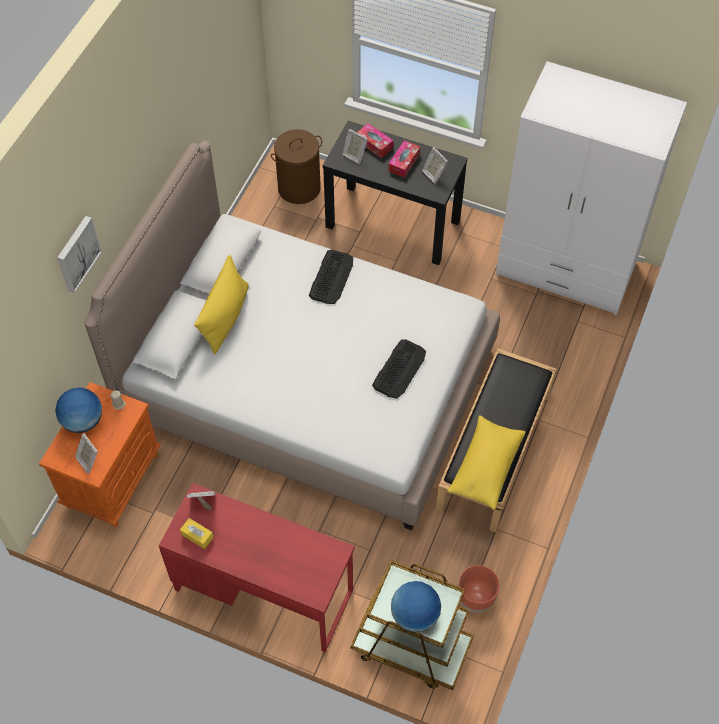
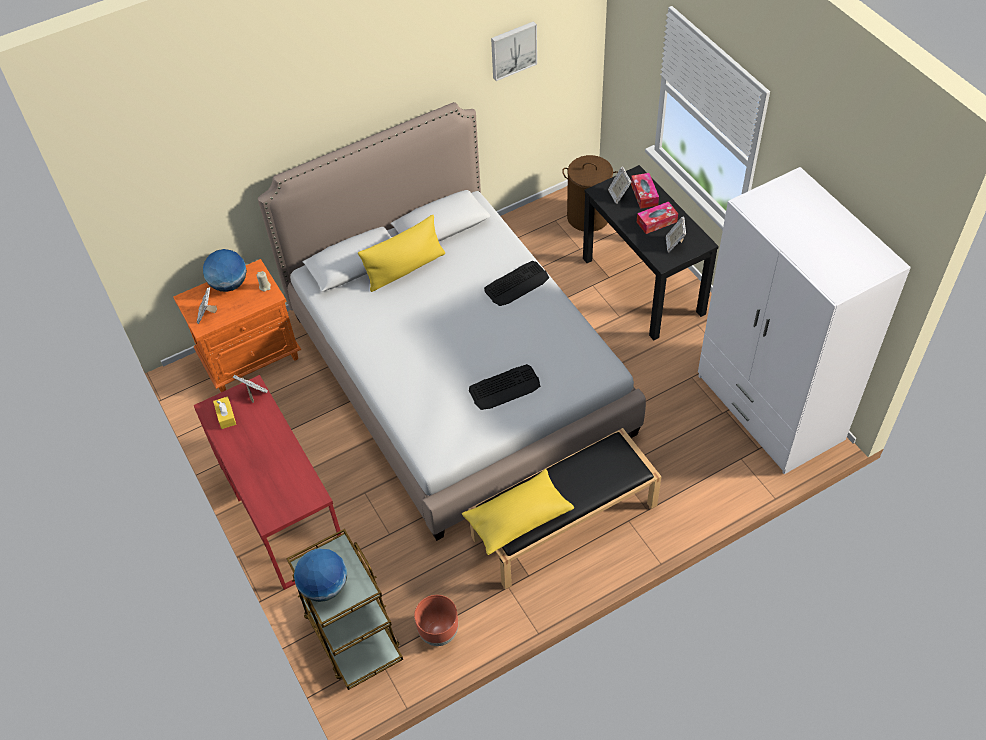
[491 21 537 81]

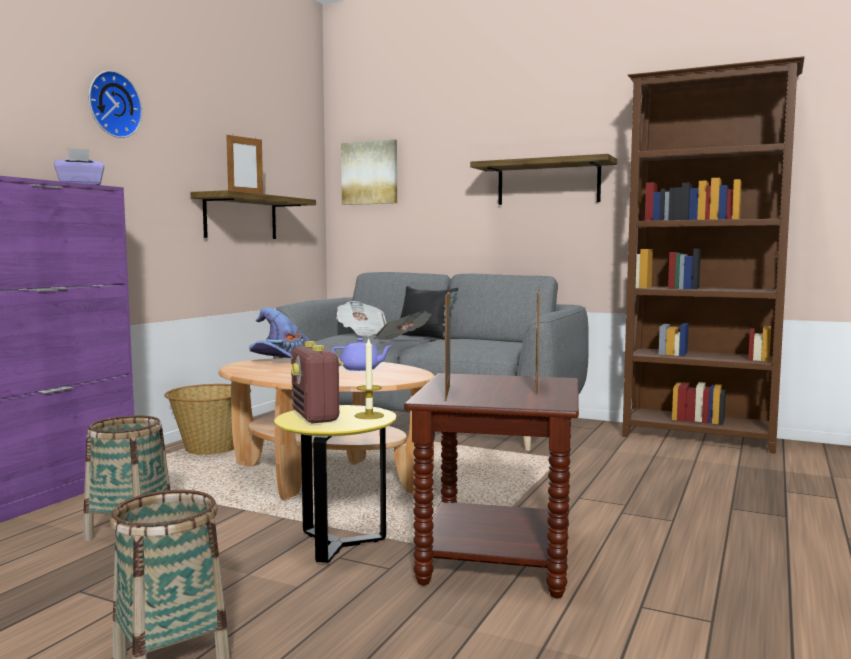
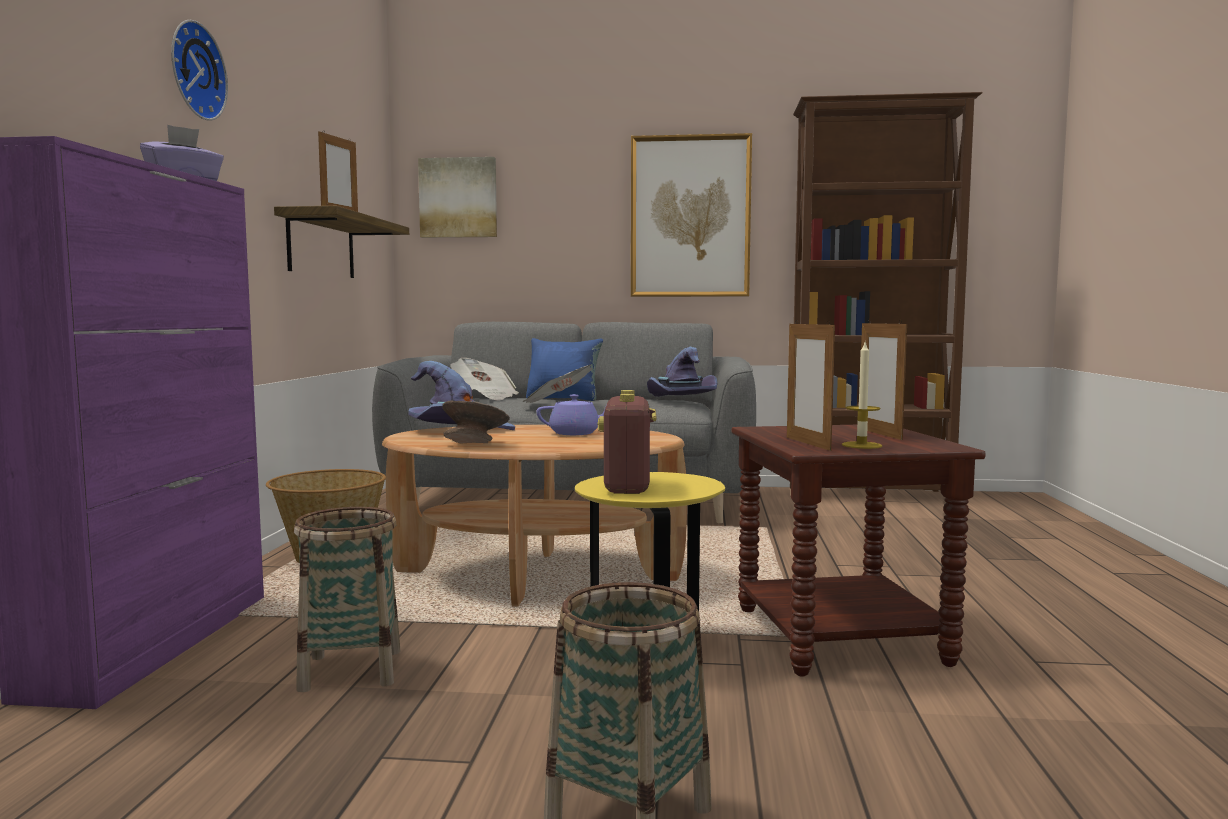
[442 401 510 444]
[526 338 603 401]
[598 390 657 494]
[631 133 752 297]
[647 347 717 397]
[842 340 882 449]

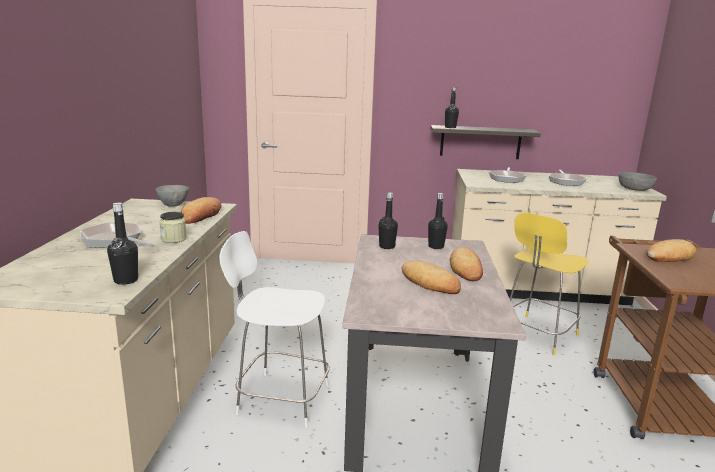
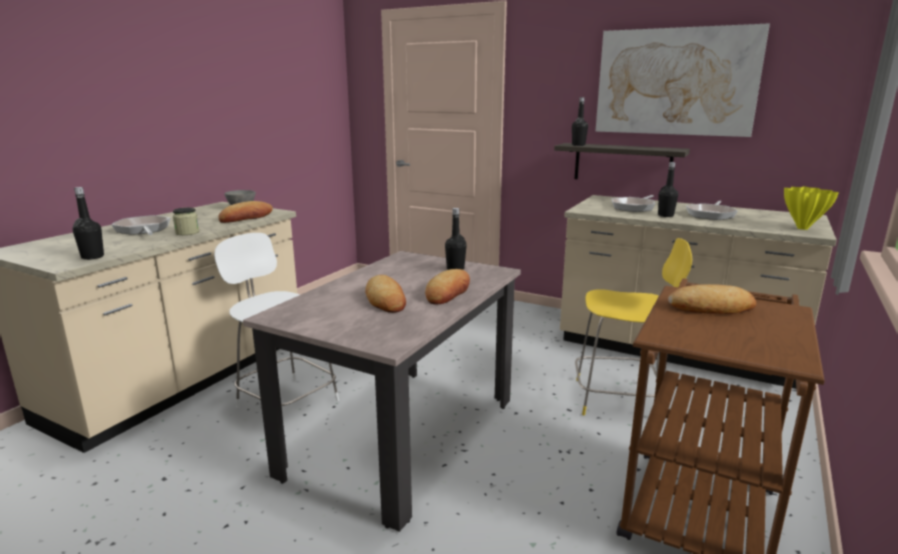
[575 238 692 416]
[595 23 770 137]
[658 162 678 217]
[784 186 839 230]

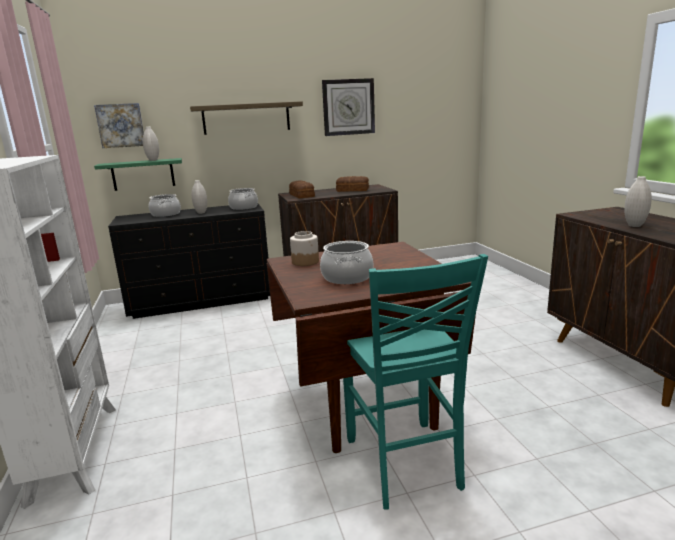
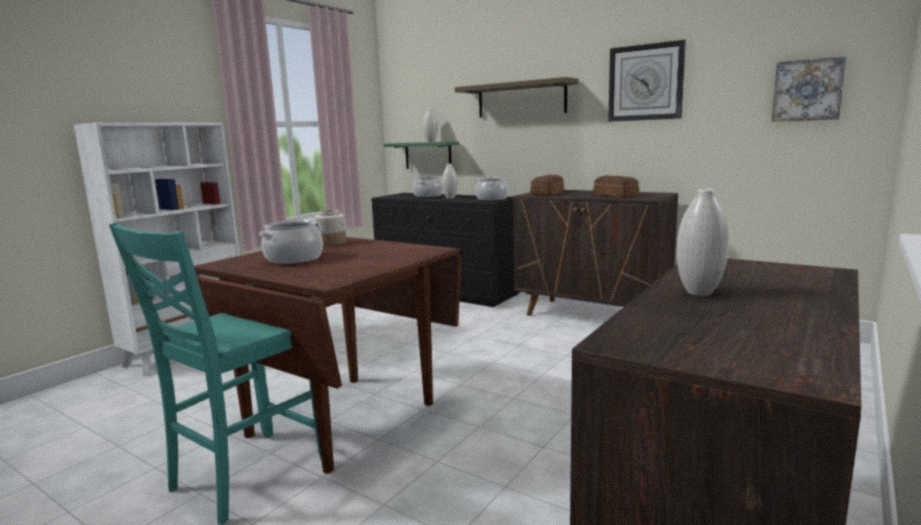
[772 56 846 122]

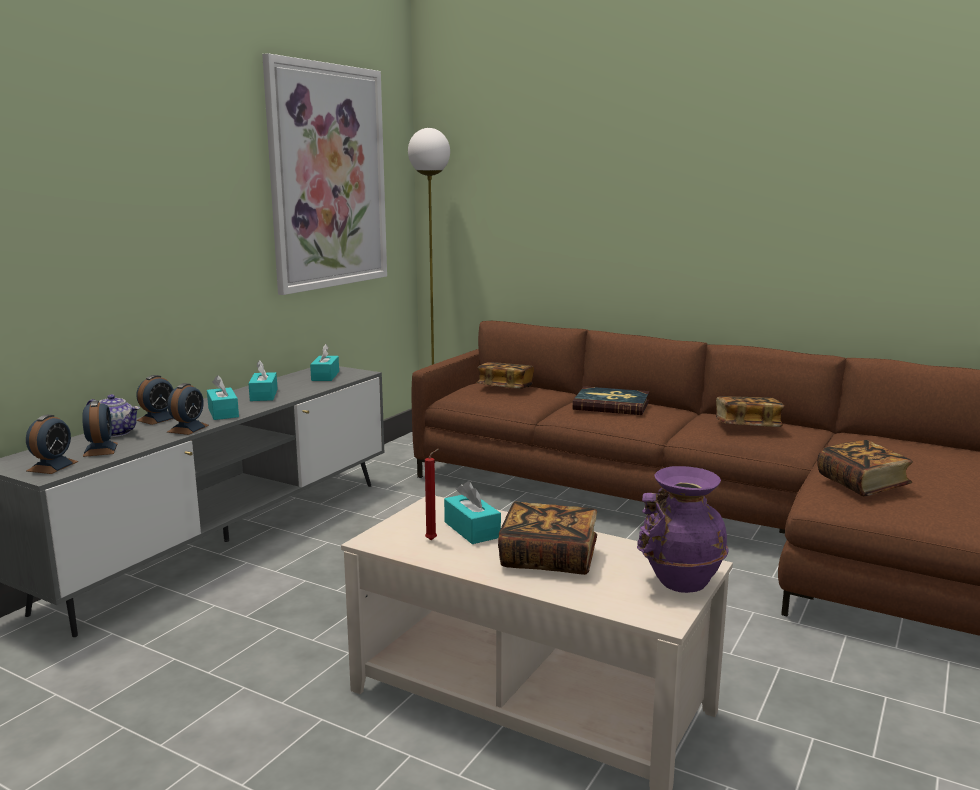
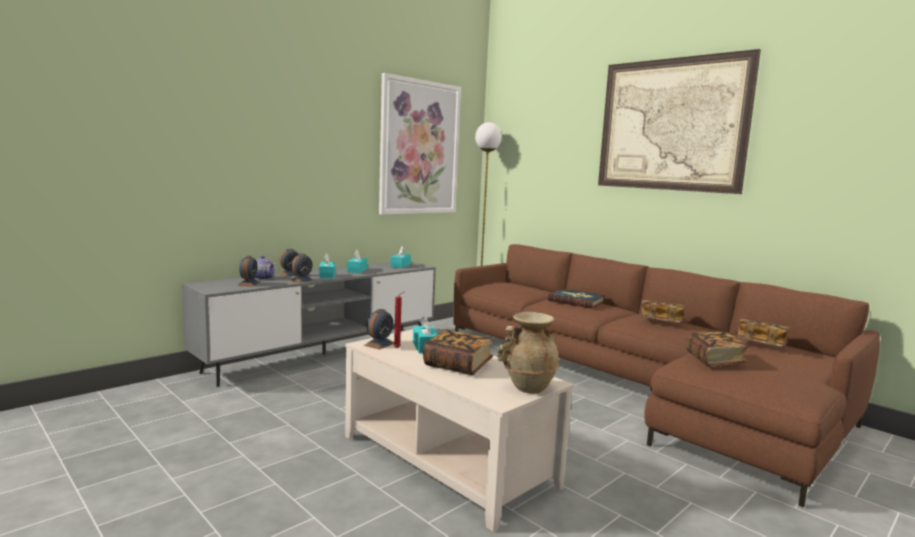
[364 309 394 350]
[497 312 559 394]
[598 49 761 194]
[735 319 790 347]

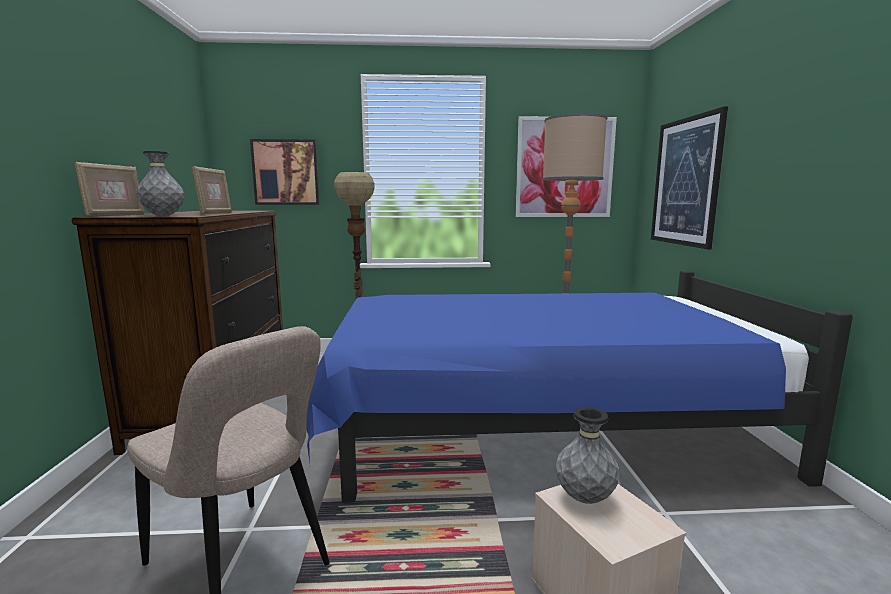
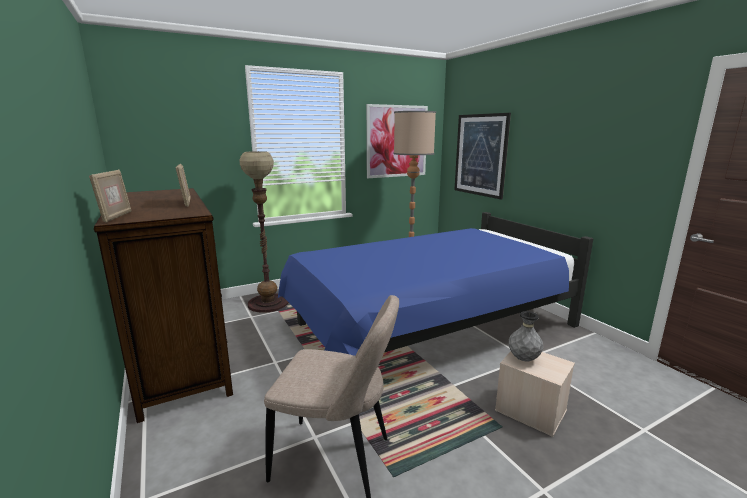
[136 151 184 216] (first image)
[250 139 320 205] (first image)

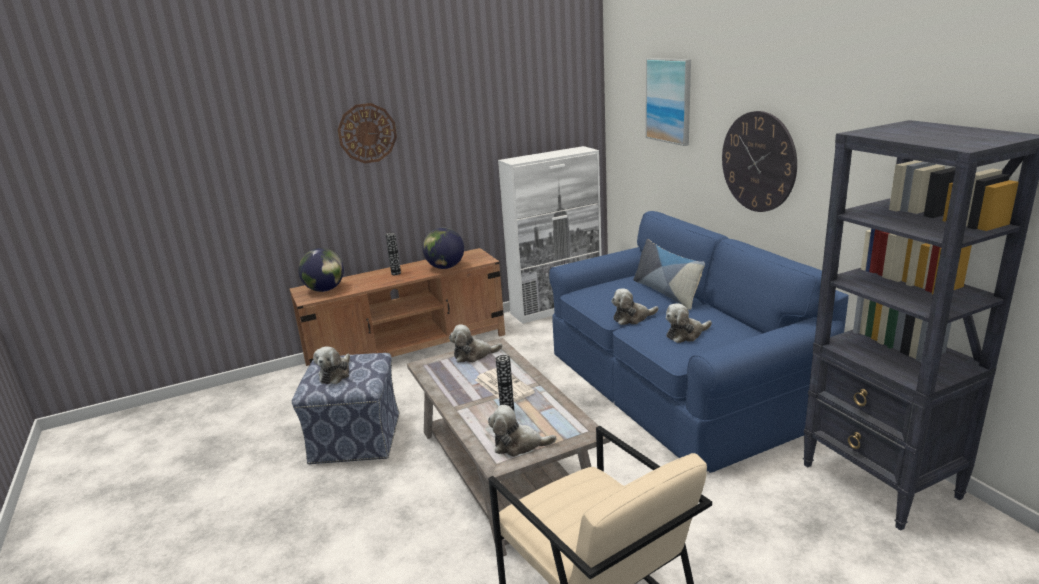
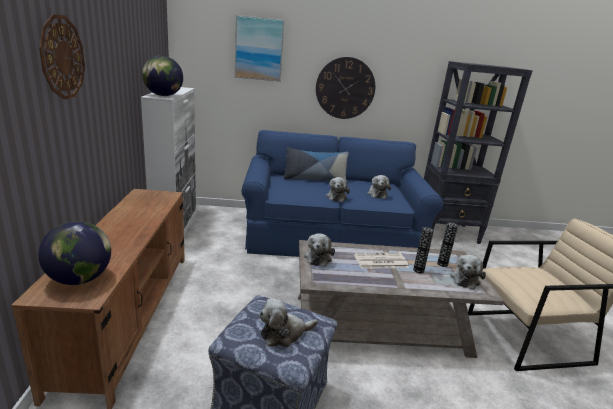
[142 55 183 96]
[259 298 318 347]
[437 222 458 267]

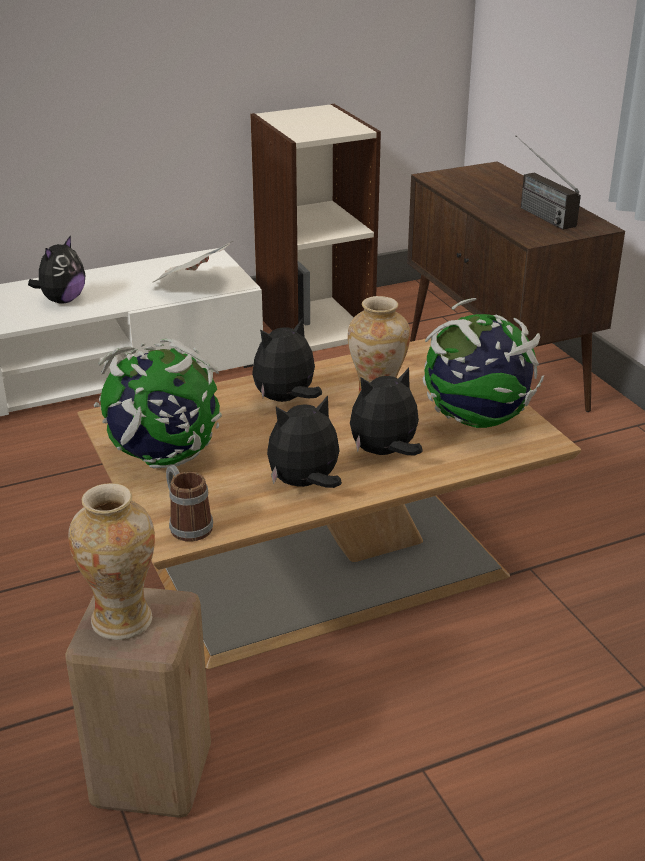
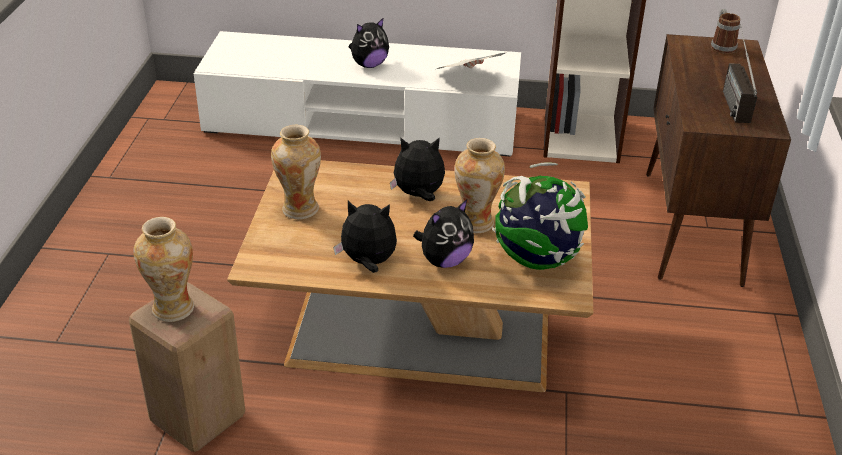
[271 125 321 219]
[413 200 474 268]
[711 9 740 54]

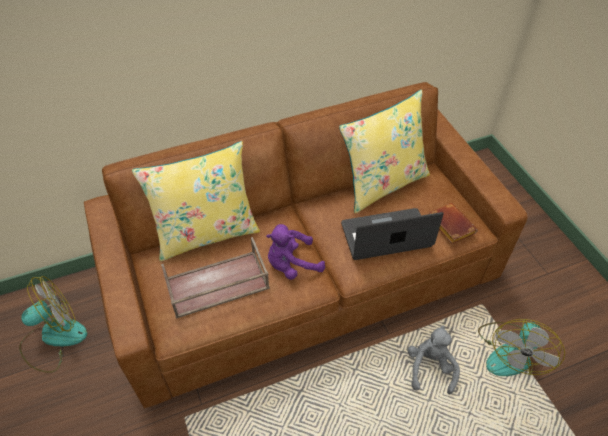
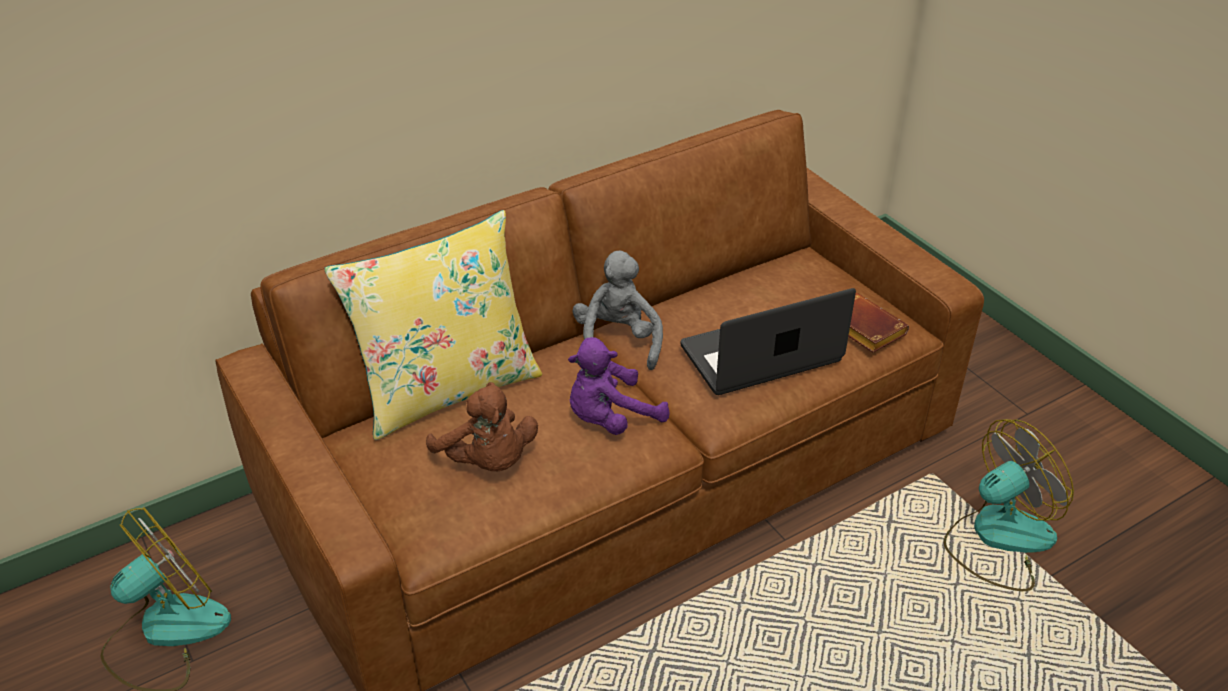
[426 382 538 471]
[573 251 663 370]
[943 419 1074 591]
[339 90 430 213] (first image)

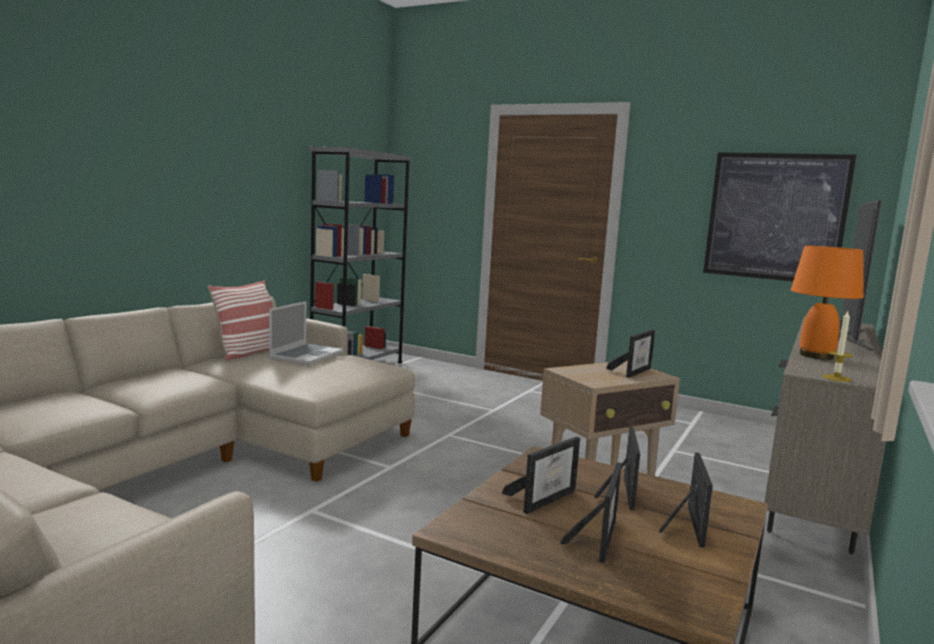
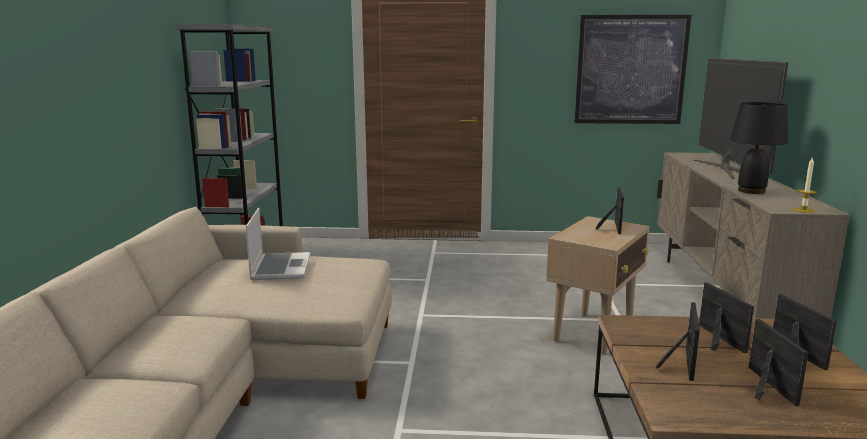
[730 102 788 194]
[208 280 273 361] (first image)

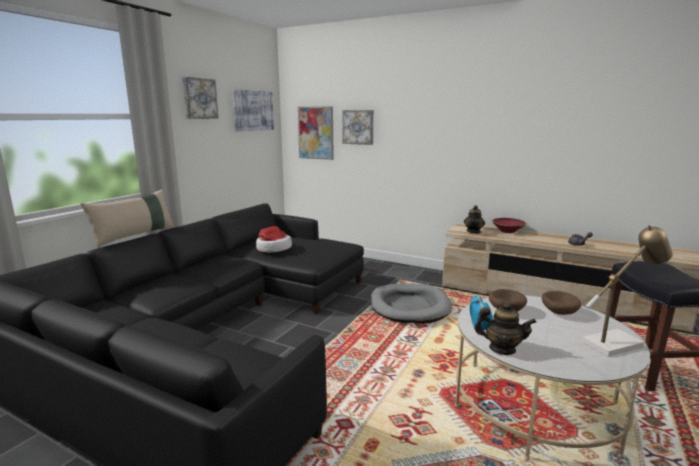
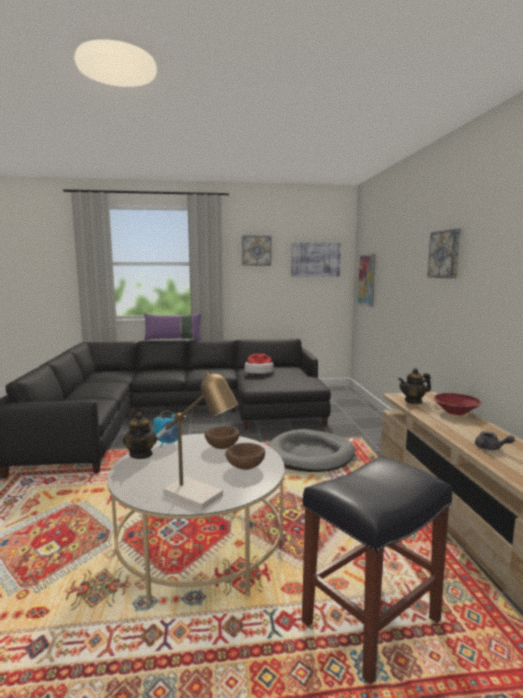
[144 313 202 341]
[427 228 461 278]

